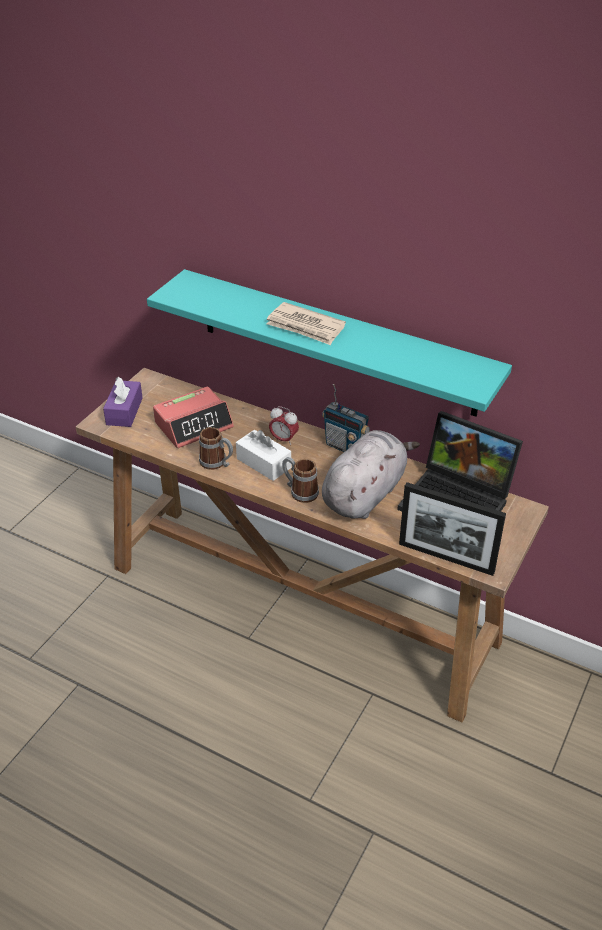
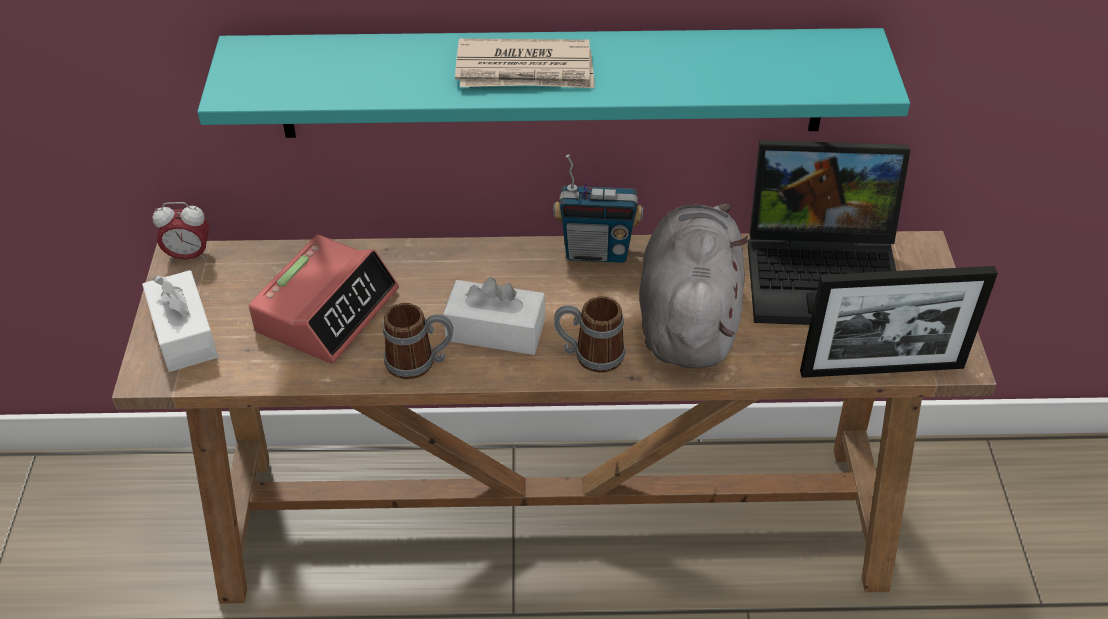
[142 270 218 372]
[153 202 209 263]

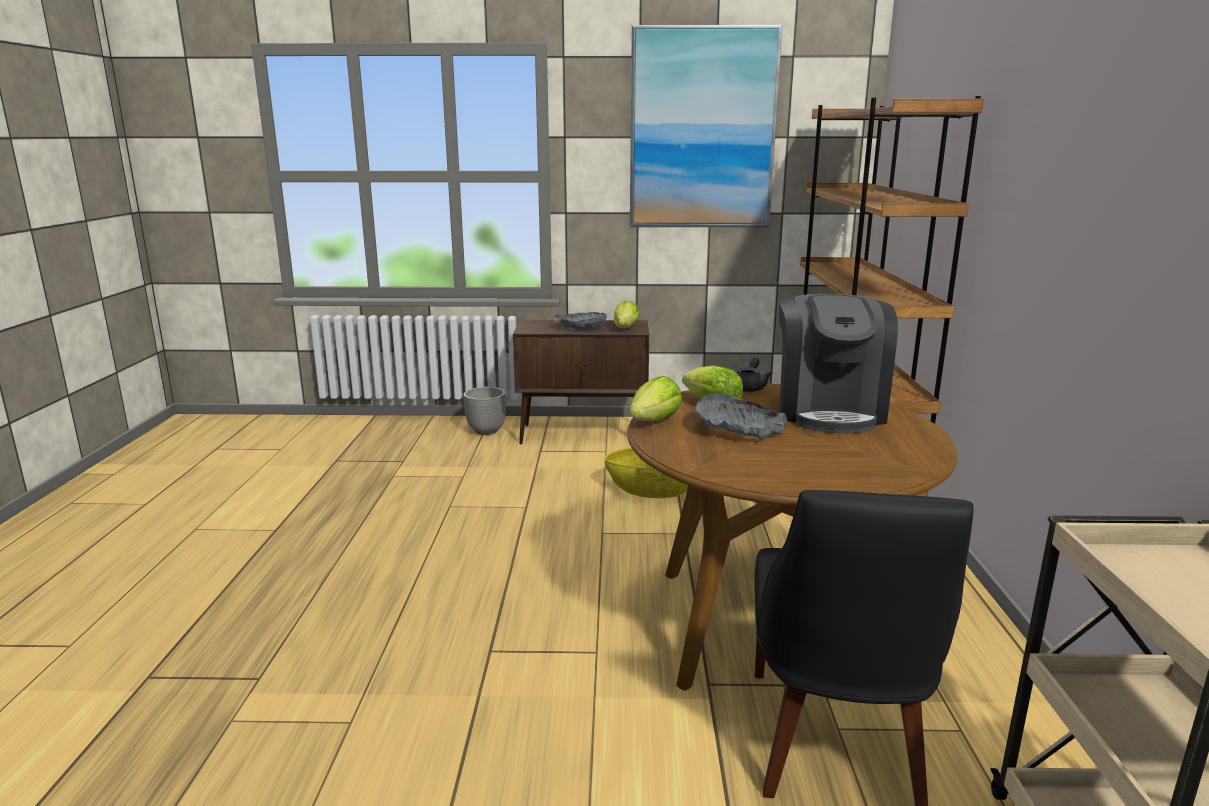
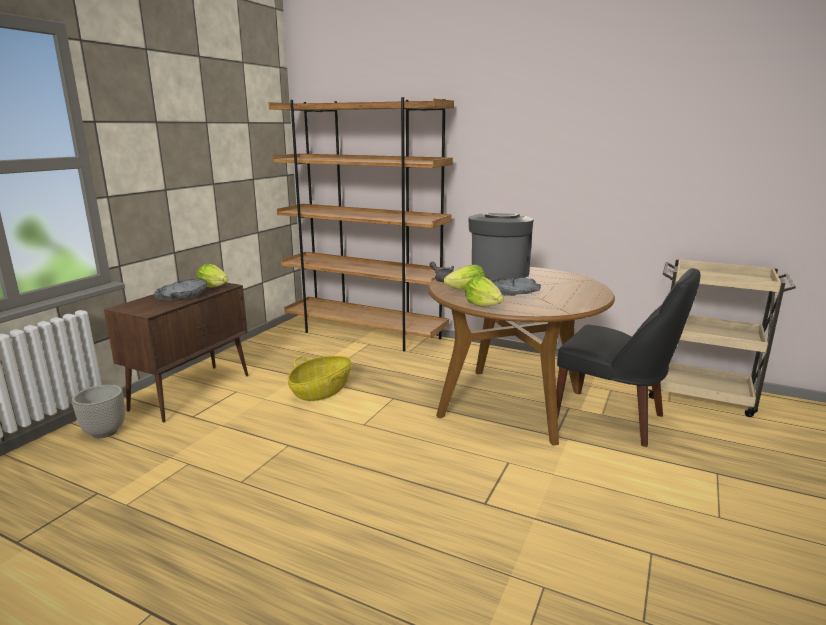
[468 213 534 279]
[630 25 782 227] (first image)

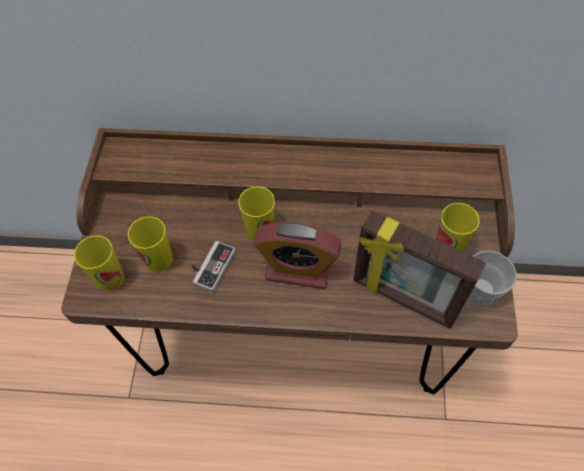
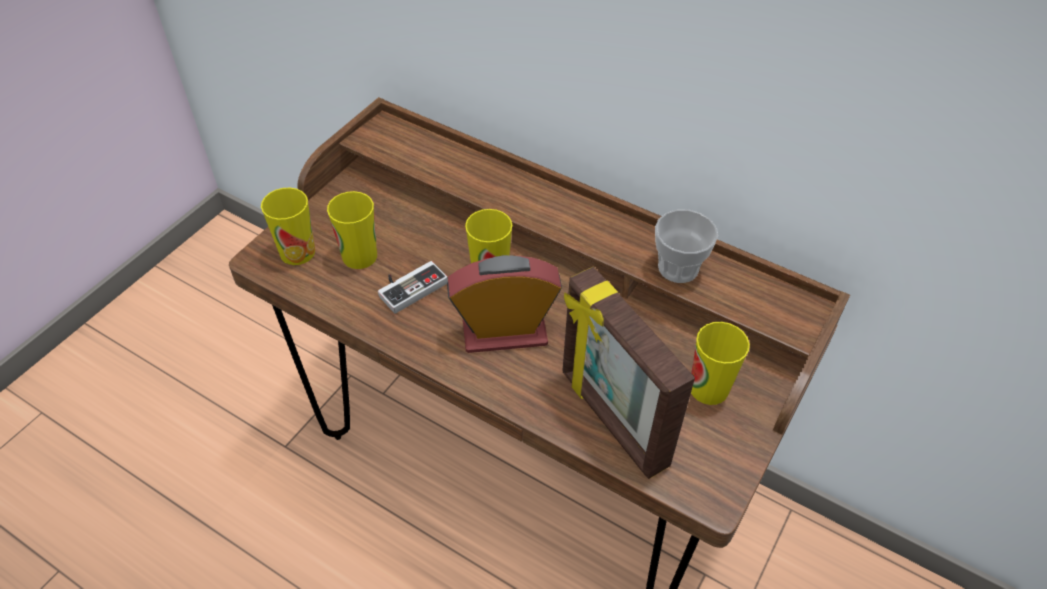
[447 255 562 353]
[655 210 718 283]

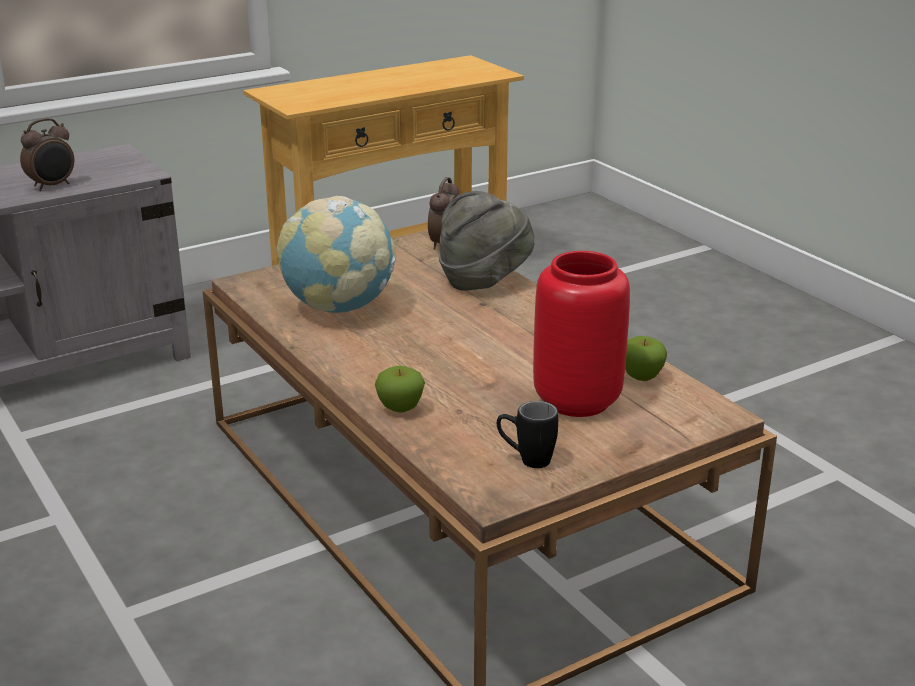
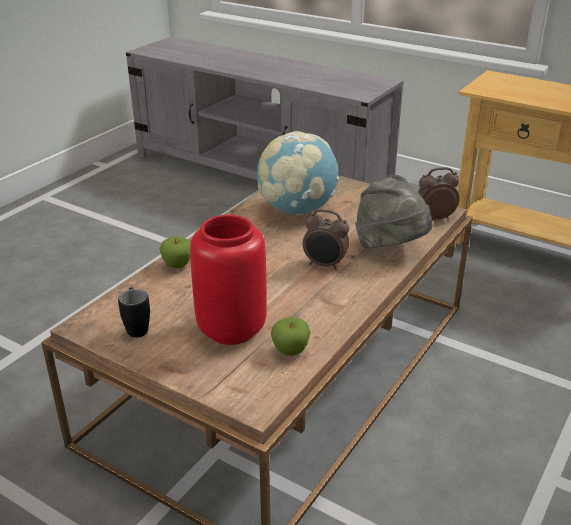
[303 209 349 270]

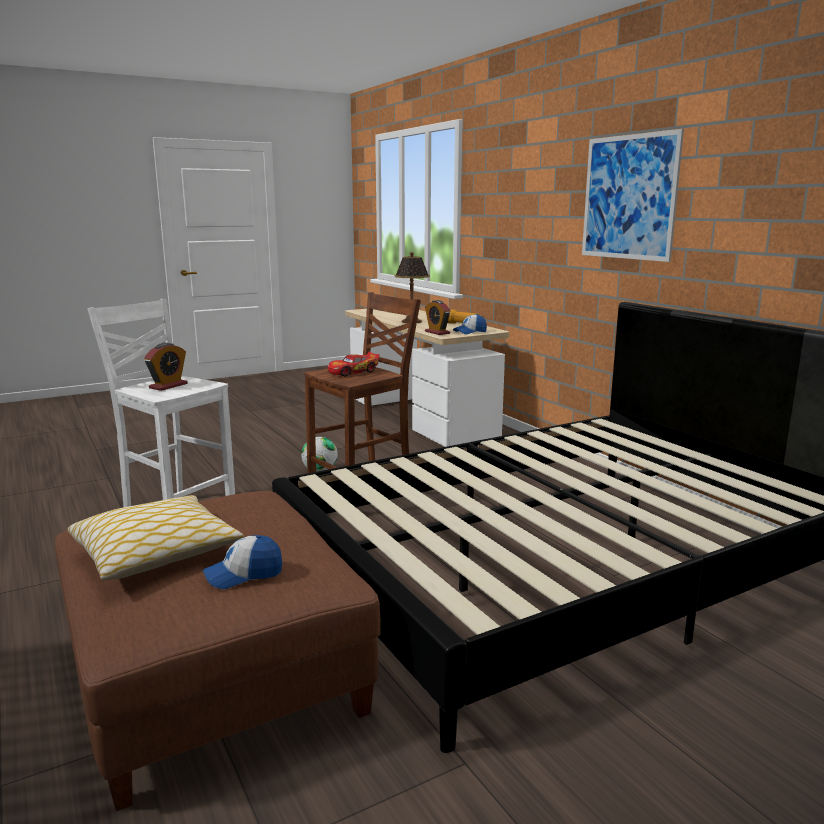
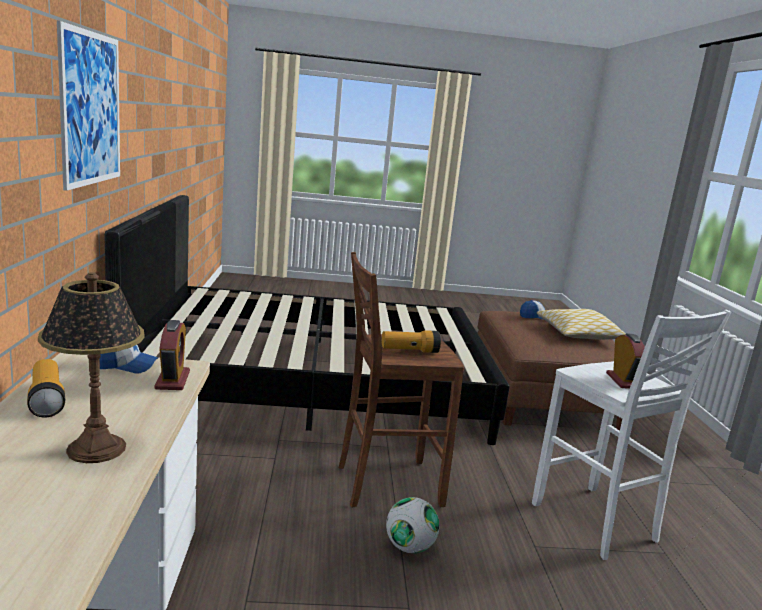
[381 330 441 353]
[606 333 645 389]

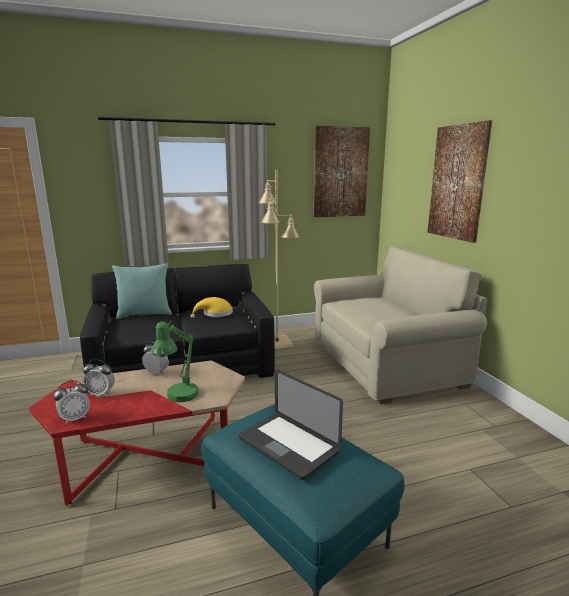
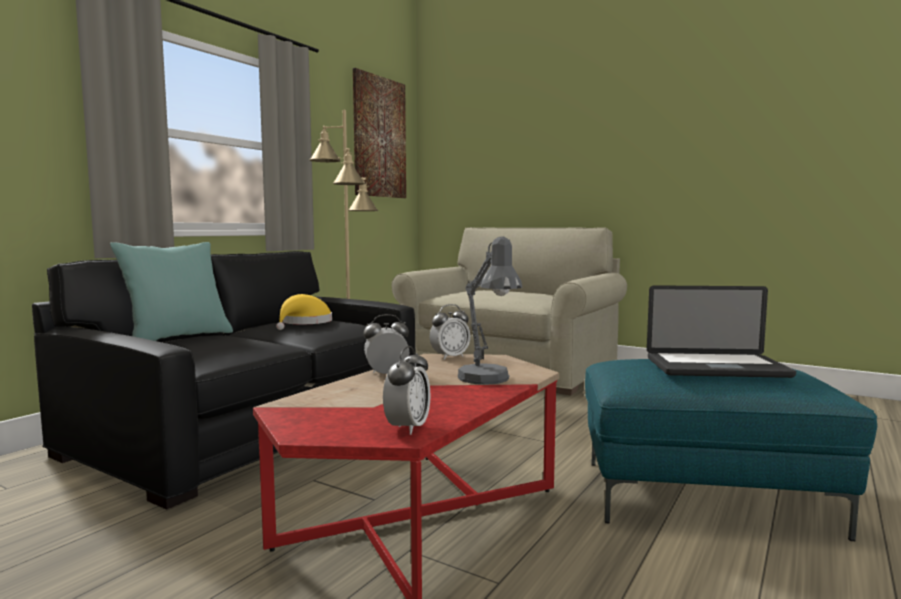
[430 304 470 360]
[458 236 522 385]
[428 120 492 243] (first image)

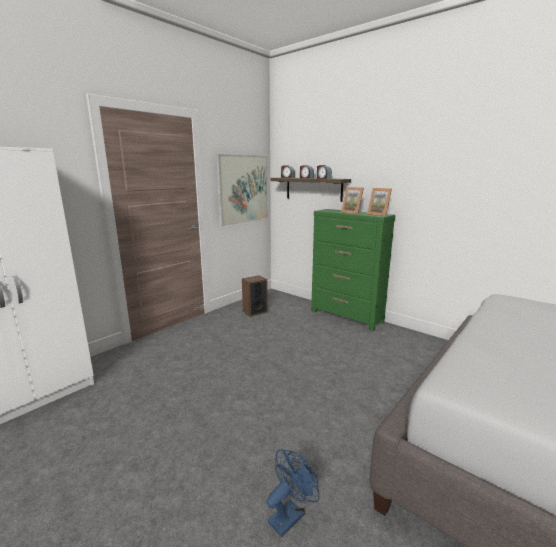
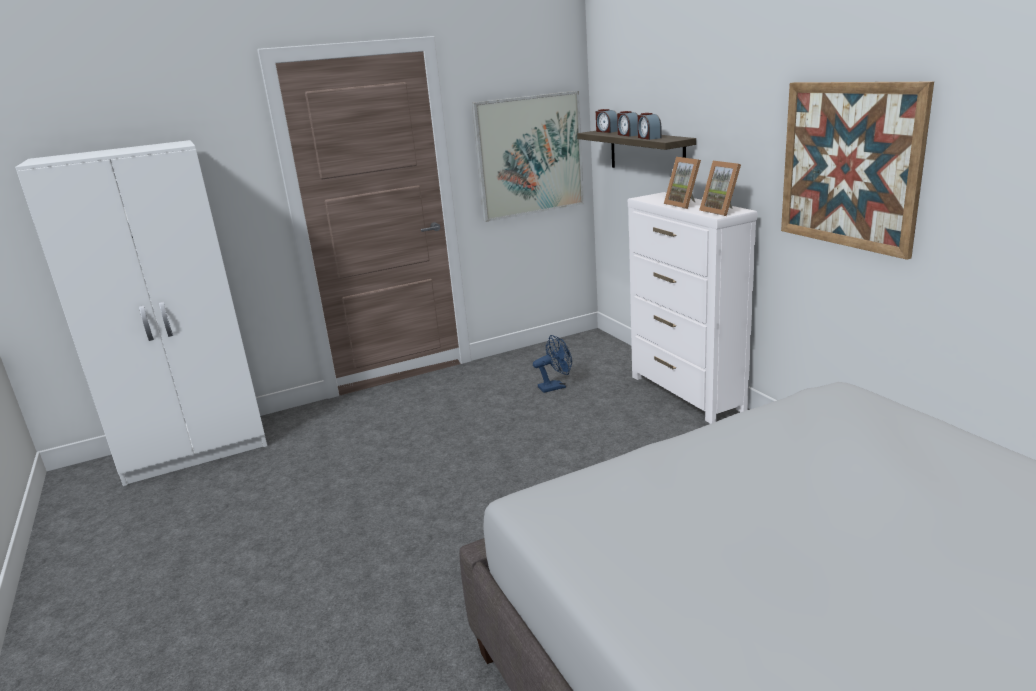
[533 335 572 393]
[628 192 757 424]
[781 82 934 260]
[242 275 268 317] (first image)

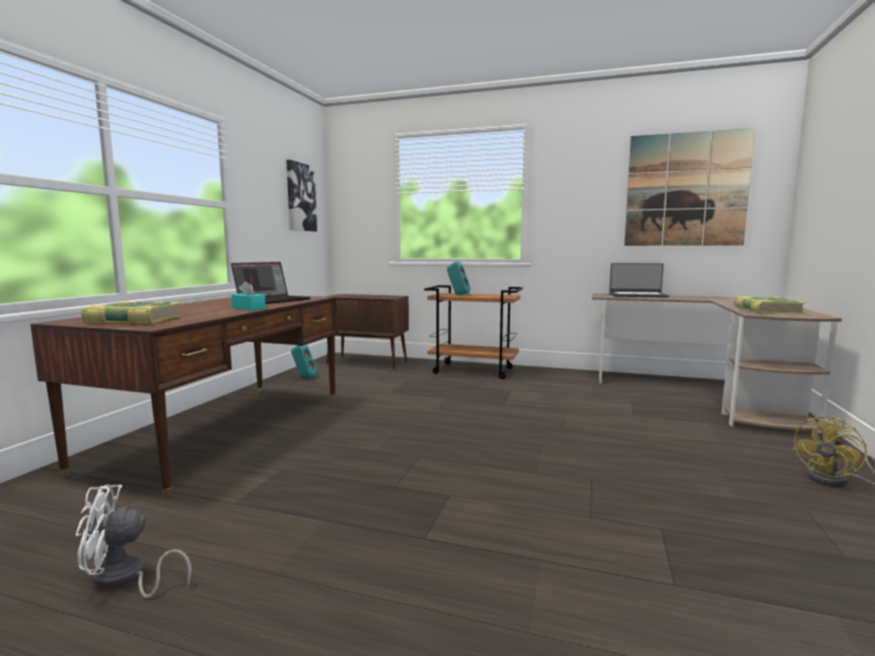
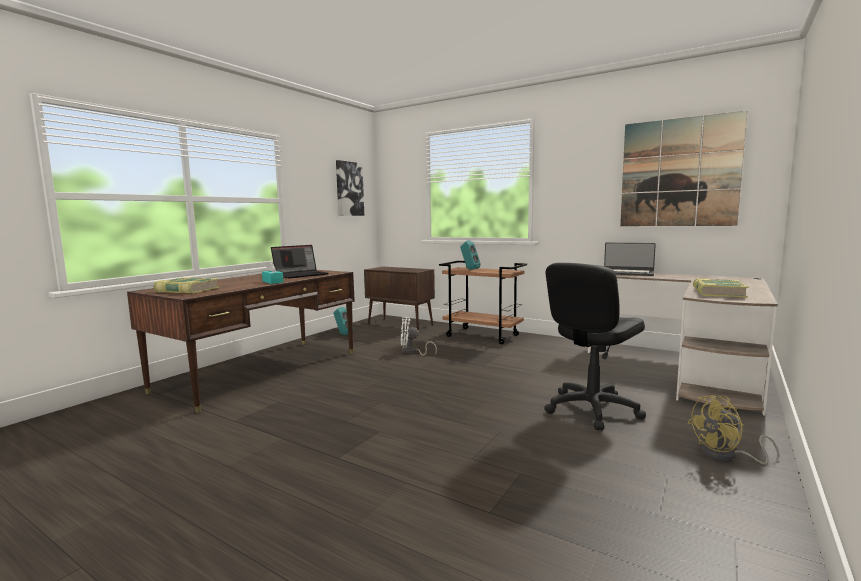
[400 317 437 356]
[544 263 646 430]

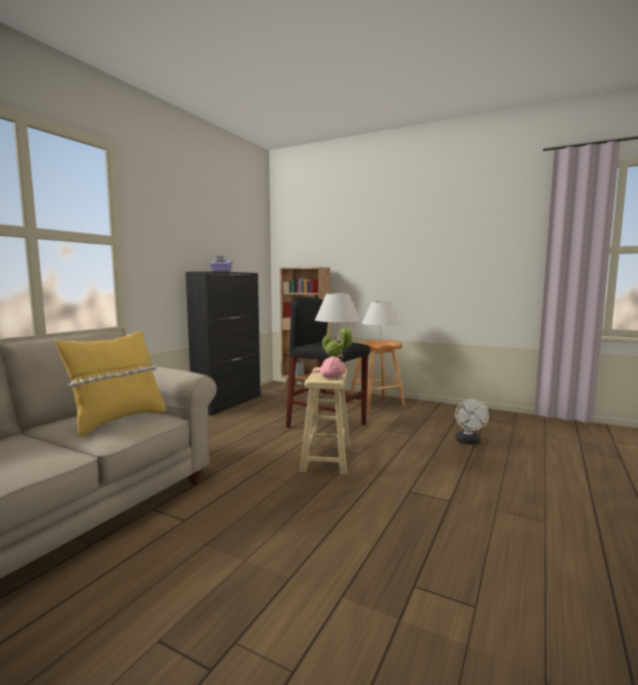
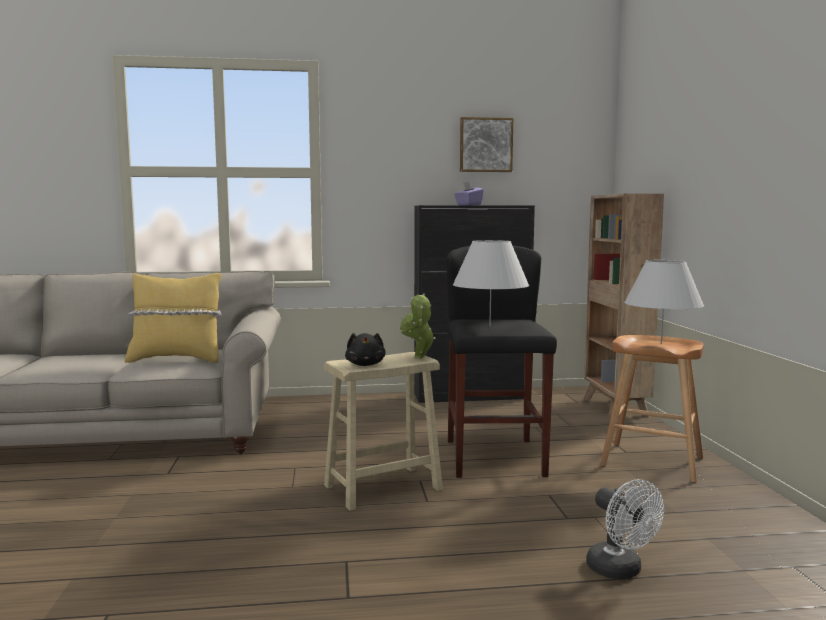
[345 333 386 366]
[460 117 513 172]
[586 479 664 579]

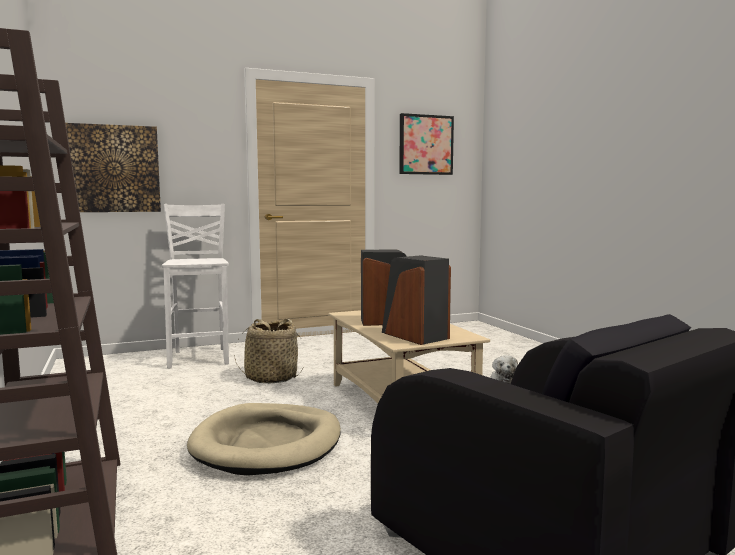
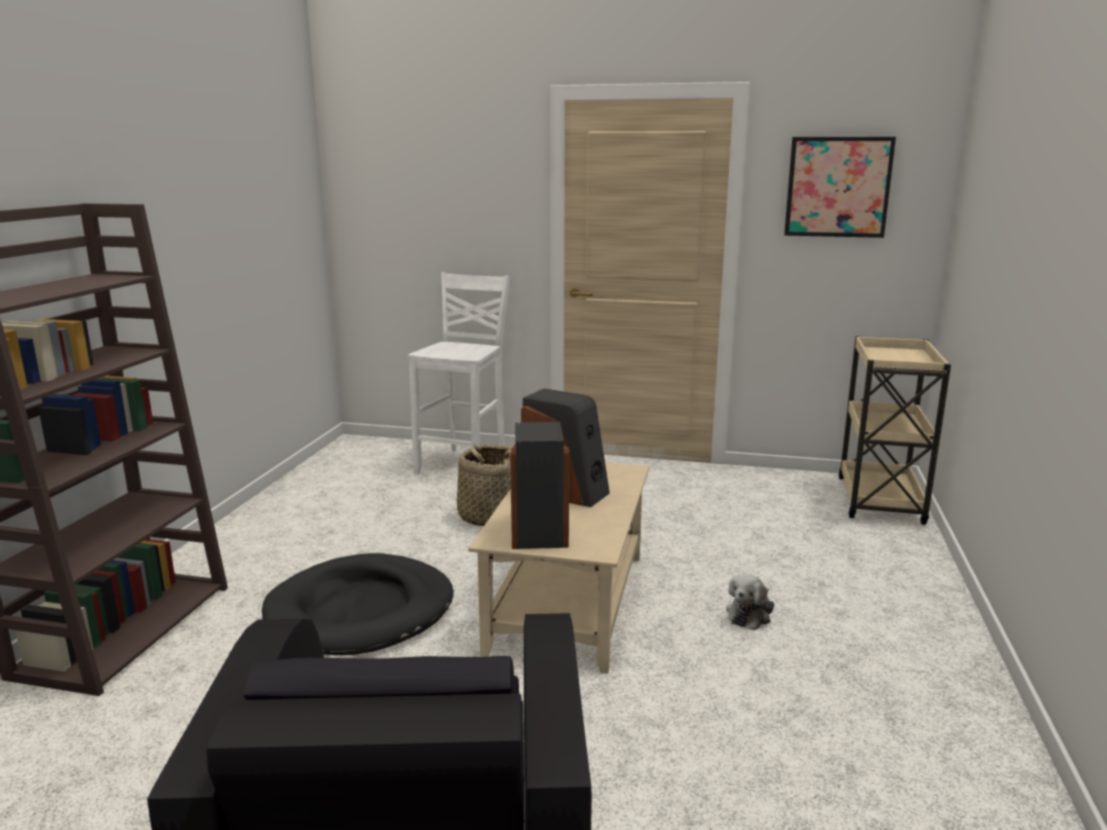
[262 553 453 655]
[838 336 951 525]
[65 123 161 212] (first image)

